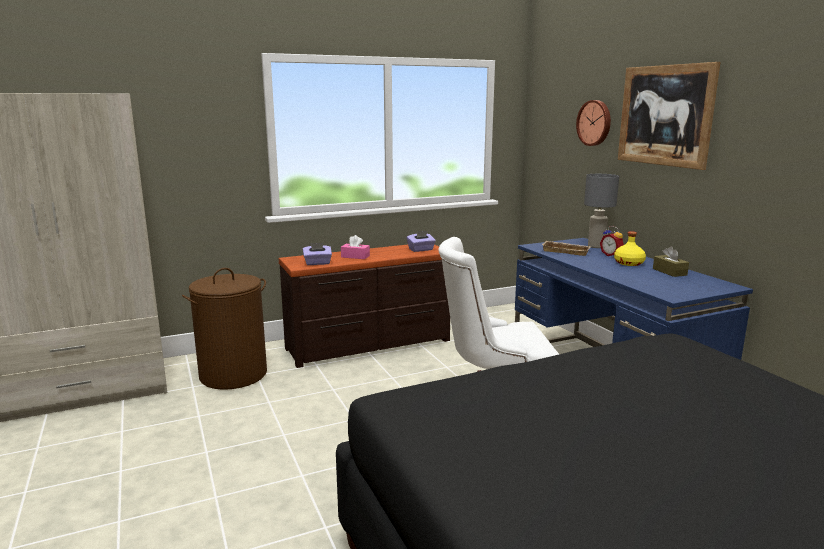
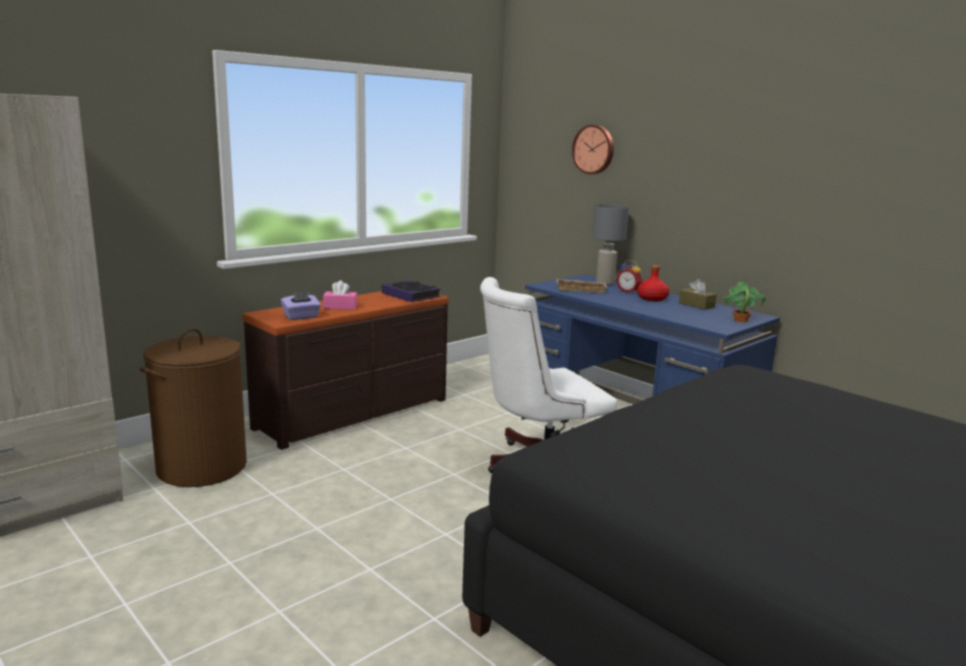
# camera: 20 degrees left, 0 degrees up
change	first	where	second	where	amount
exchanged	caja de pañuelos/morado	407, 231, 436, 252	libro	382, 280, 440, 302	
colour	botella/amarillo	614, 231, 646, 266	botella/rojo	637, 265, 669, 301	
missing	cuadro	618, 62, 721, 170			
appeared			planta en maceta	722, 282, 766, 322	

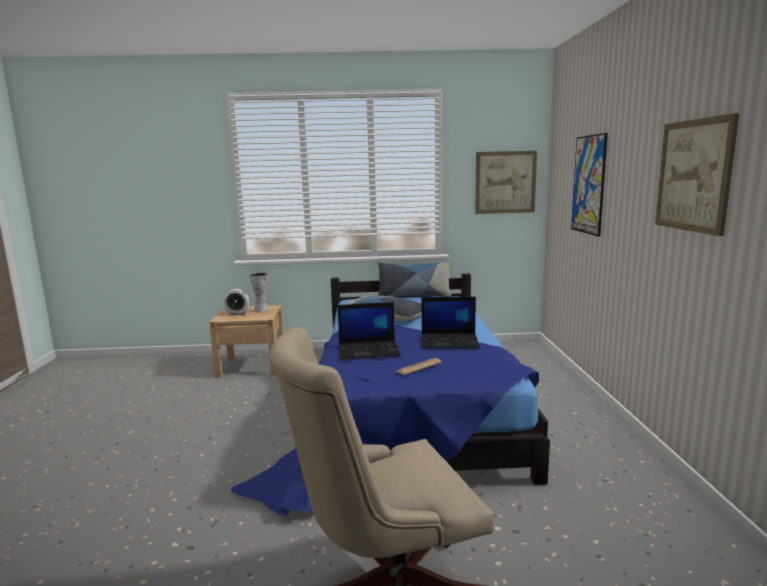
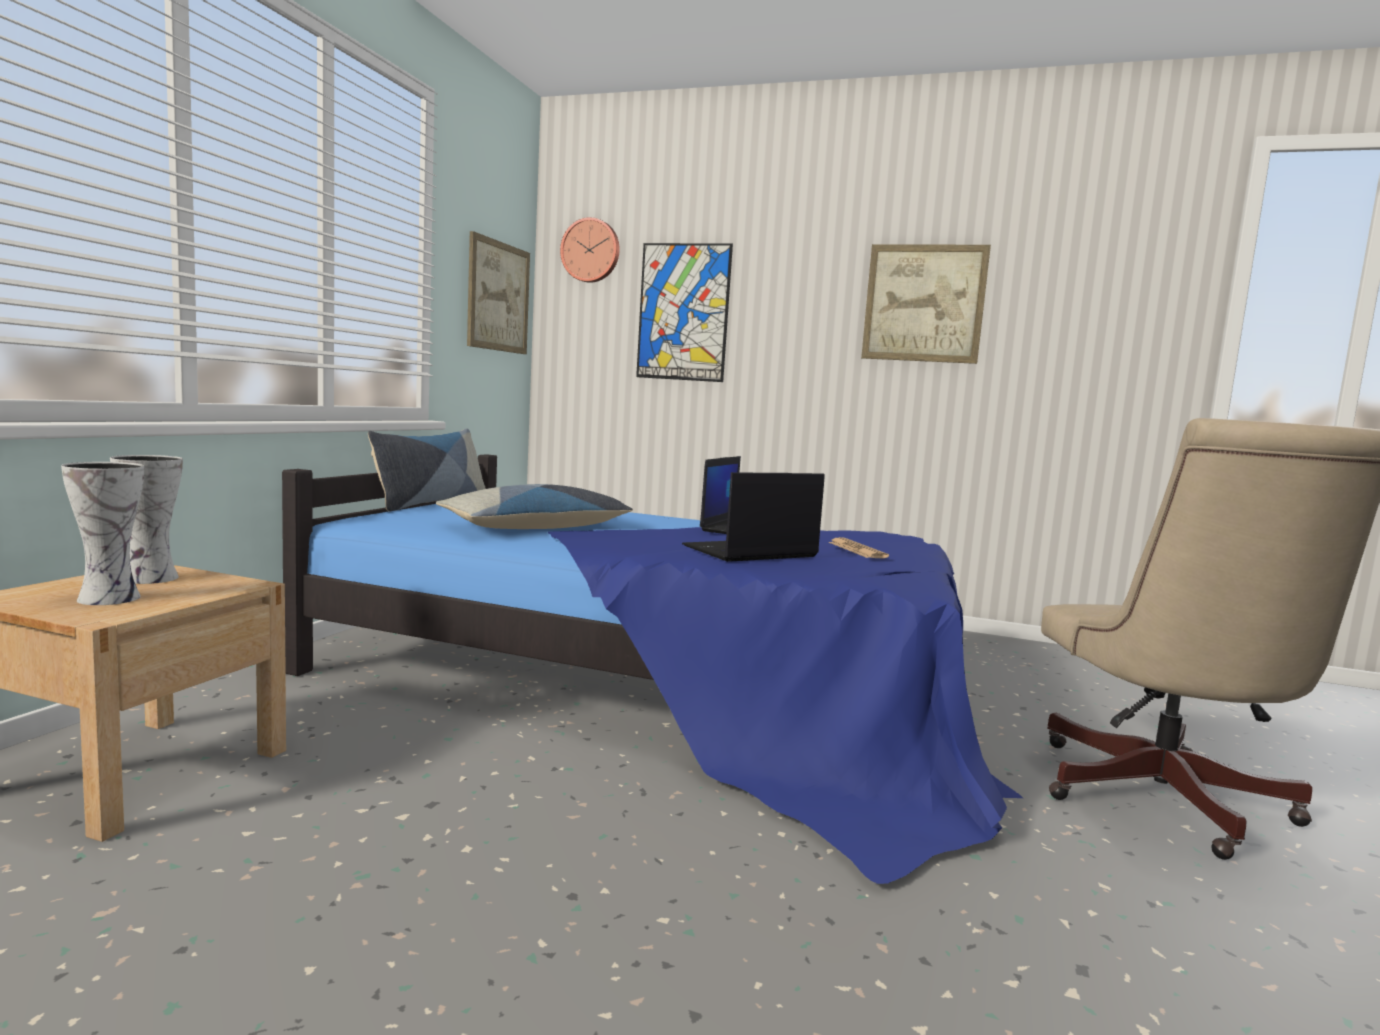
# camera: 70 degrees left, 5 degrees down
change	first	where	second	where	amount
exchanged	despertador	224, 289, 249, 315	florero	61, 462, 144, 605	
spun	portátil	338, 302, 401, 360		682, 472, 825, 562	135 degrees counterclockwise
appeared			reloj de pared	560, 217, 620, 283	

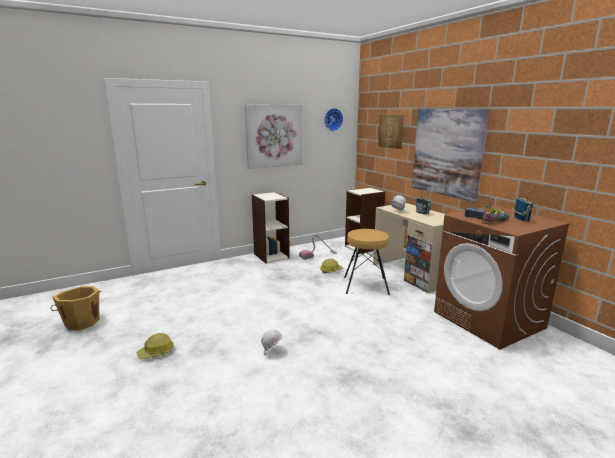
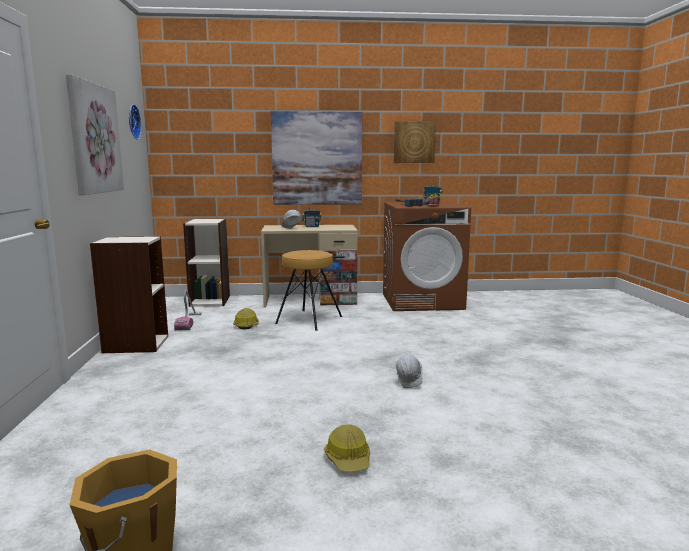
# camera: 65 degrees left, 5 degrees down
change	first	where	second	where	amount
relocated	cuadro	378, 114, 404, 149		394, 121, 436, 163	

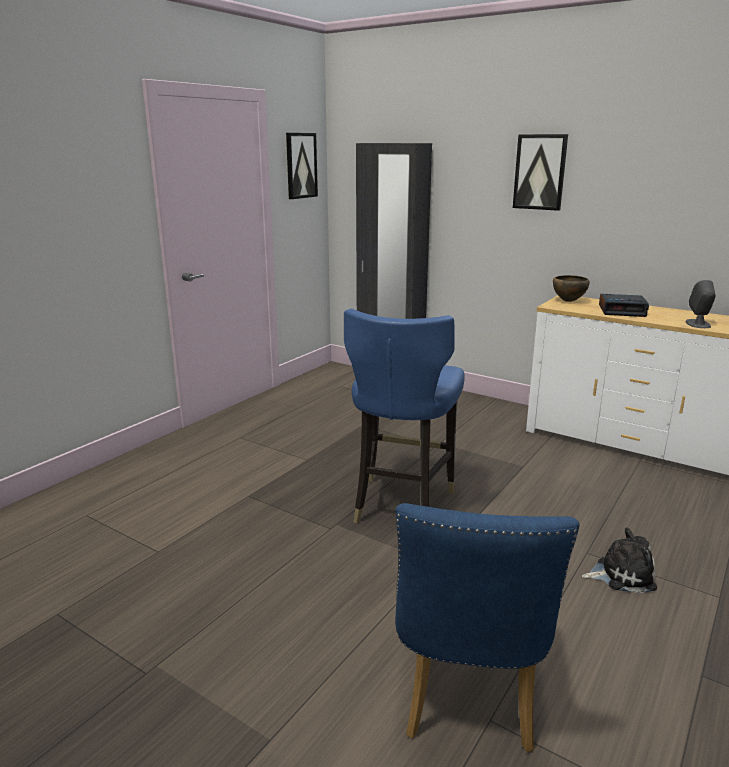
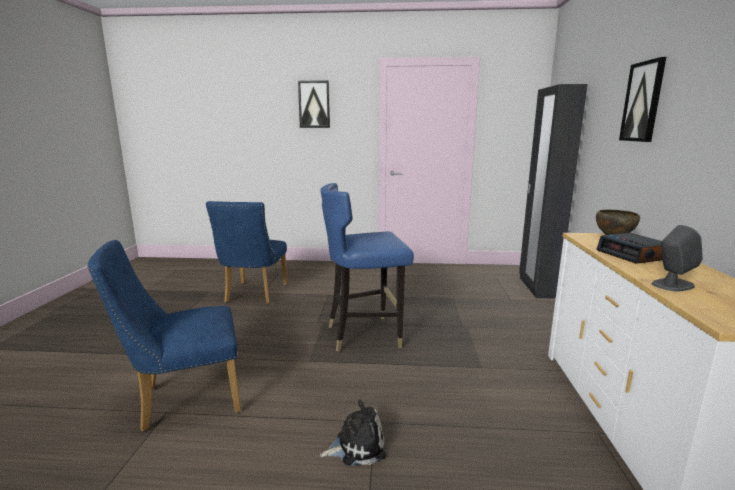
# camera: 60 degrees right, 5 degrees down
change	first	where	second	where	amount
relocated	cuadro	286, 133, 318, 199		298, 80, 330, 128	
spun	peluche	582, 527, 657, 593		320, 400, 386, 465	75 degrees counterclockwise
appeared			silla/azul	206, 201, 287, 304	

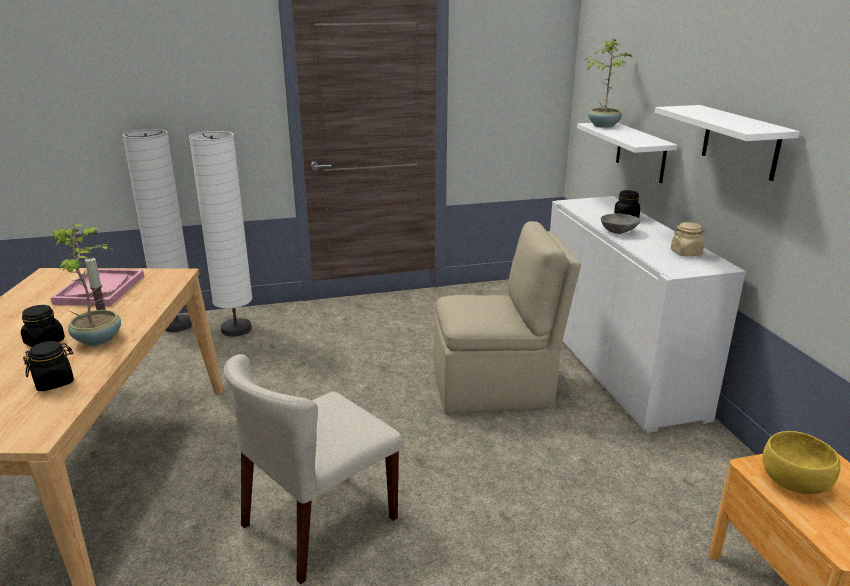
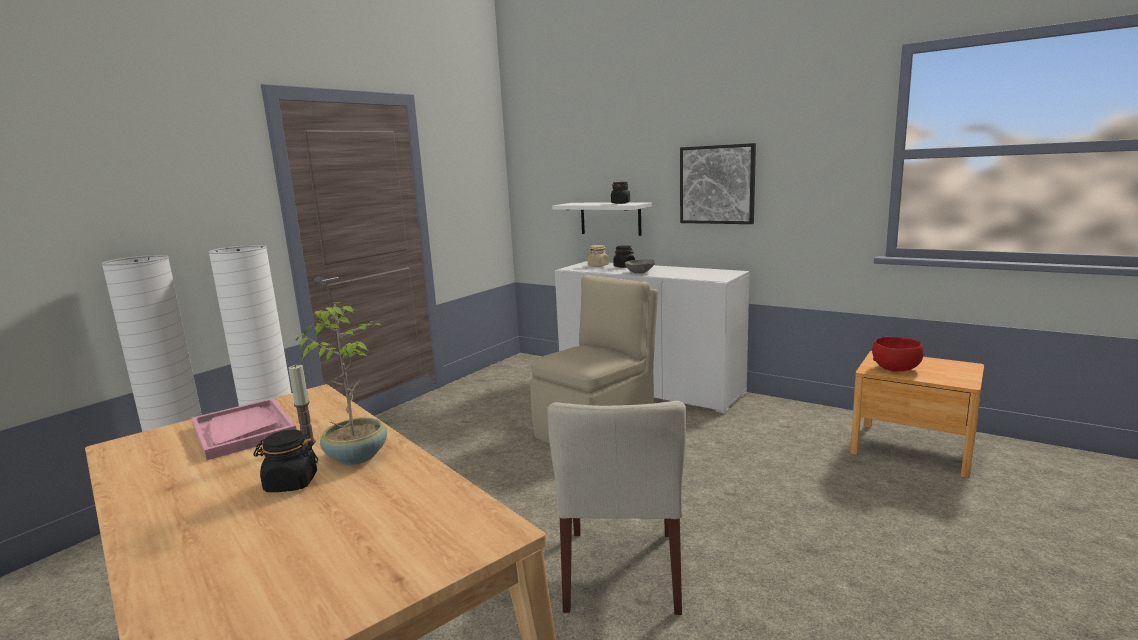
# camera: 40 degrees left, 10 degrees down
change	first	where	second	where	amount
relocated	tarro/negro	23, 341, 74, 391		611, 182, 630, 204	
missing	planta en maceta	586, 39, 632, 128			
exchanged	estante/blanco	655, 105, 800, 181	cuadro	680, 143, 756, 224	
relocated	tarro/beis	671, 222, 706, 256		588, 245, 609, 267	
colour	cuenco/amarillo	763, 431, 841, 494	cuenco/rojo	872, 337, 924, 371	

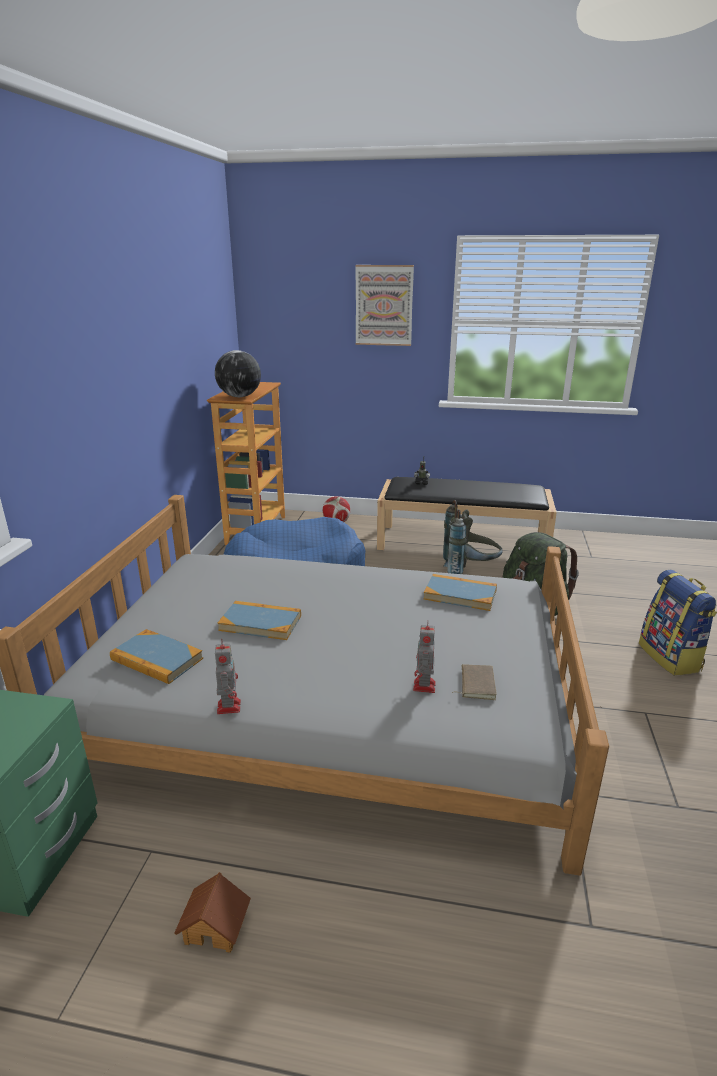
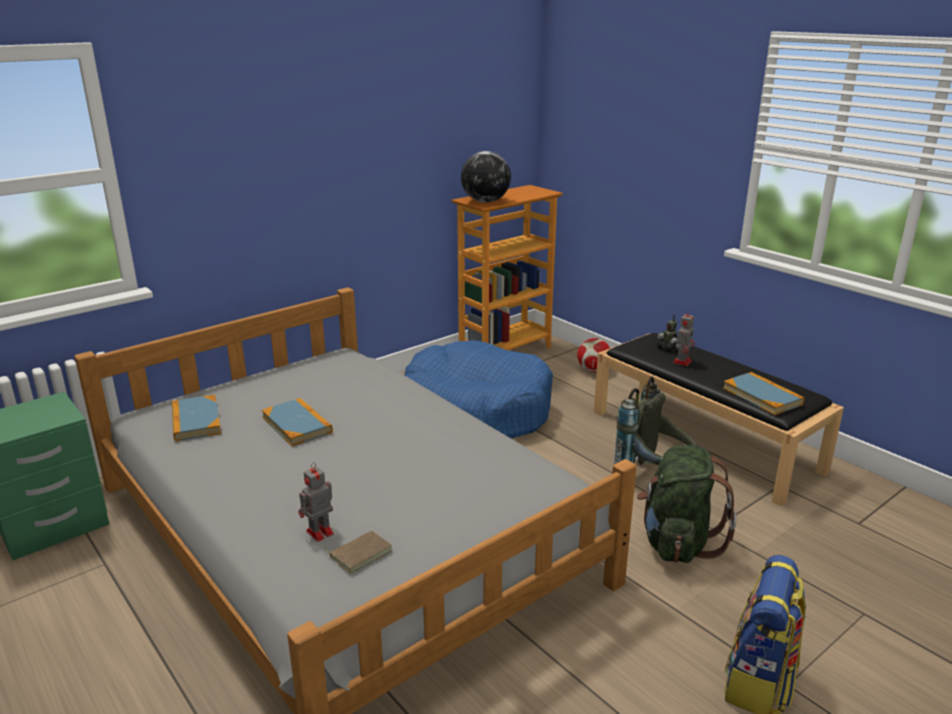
# camera: 40 degrees right, 0 degrees up
change	first	where	second	where	amount
missing	casita	174, 872, 251, 953			
relocated	robot de juguete	215, 639, 241, 714		673, 312, 695, 366	
missing	cuadro	355, 265, 414, 346			
relocated	libro	423, 574, 497, 611		723, 372, 804, 415	

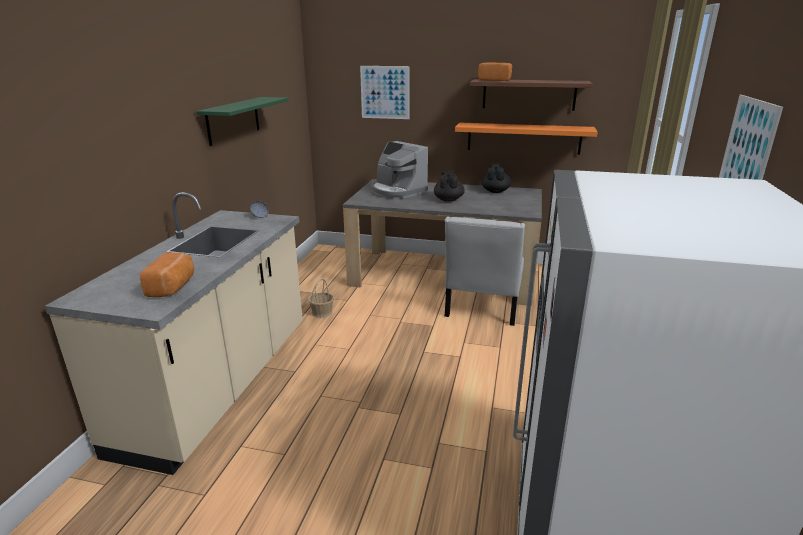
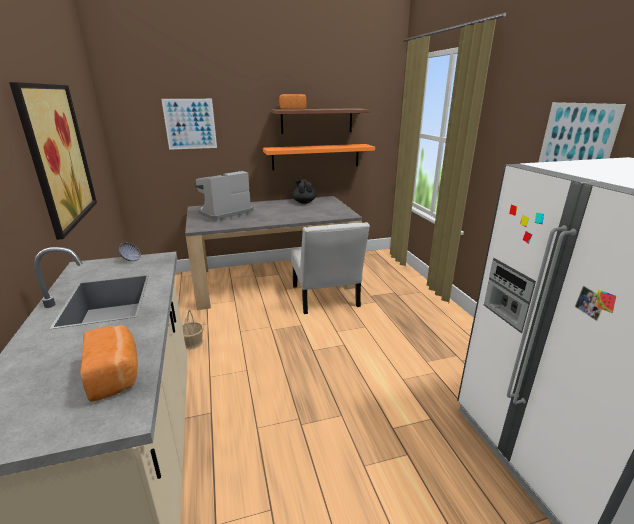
# camera: 30 degrees left, 0 degrees up
change	first	where	second	where	amount
exchanged	estante/verde	196, 97, 289, 146	cuadro	9, 82, 97, 240	
spun	cafetera	371, 141, 428, 199		195, 170, 254, 222	120 degrees clockwise
missing	tetera/negro	434, 170, 465, 202			

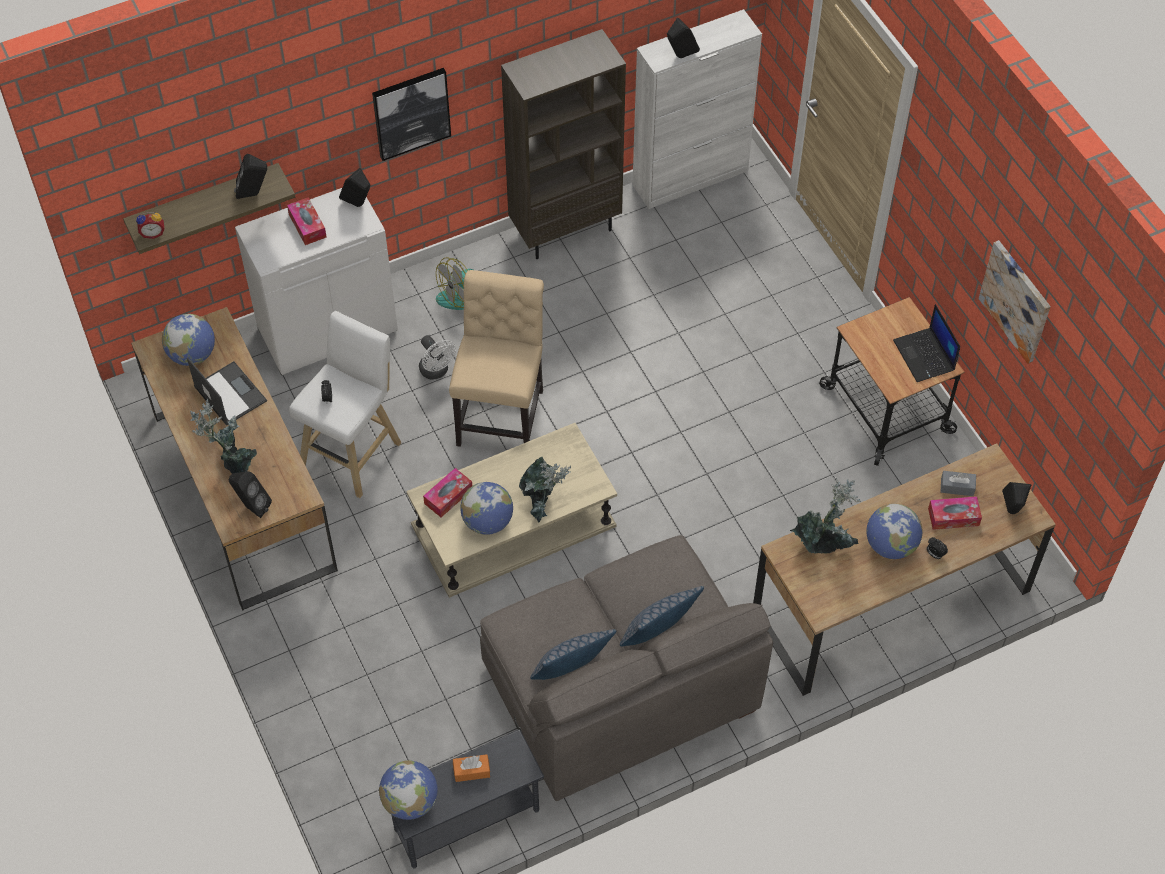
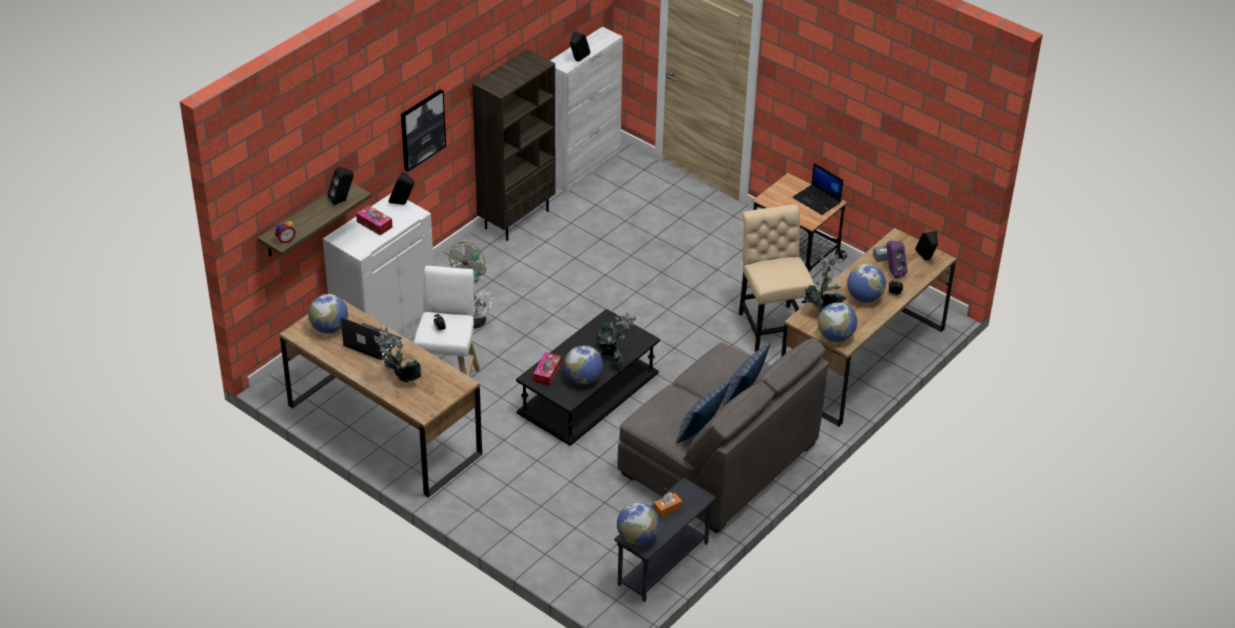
# camera: 25 degrees left, 15 degrees down
change	first	where	second	where	amount
missing	altavoz/negro	229, 471, 272, 518			
colour	mesa de centro/beis	407, 423, 617, 598	mesa de centro/negro	516, 309, 660, 446	
relocated	silla/beis	449, 270, 544, 447		739, 204, 816, 352	
exchanged	caja de pañuelos	928, 496, 982, 530	altavoz/morado	886, 241, 908, 279	
missing	cuadro	979, 240, 1050, 364			
appeared			globo terráqueo	818, 303, 857, 342	

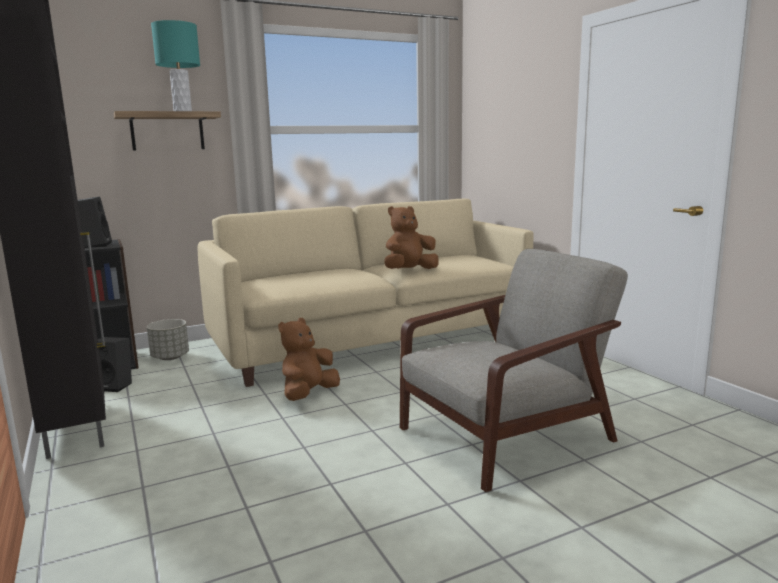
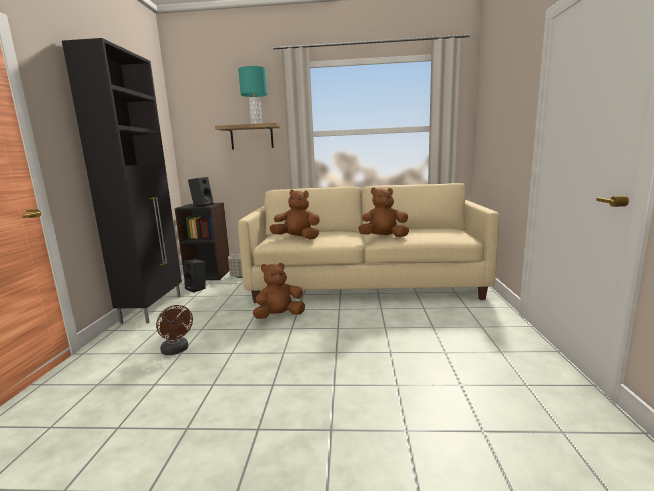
# camera: 30 degrees right, 0 degrees up
change	first	where	second	where	amount
missing	sillón/gris	400, 249, 628, 492			
appeared			ventilador/marrón	156, 305, 193, 355	
appeared			peluche/marrón	270, 190, 320, 240	

